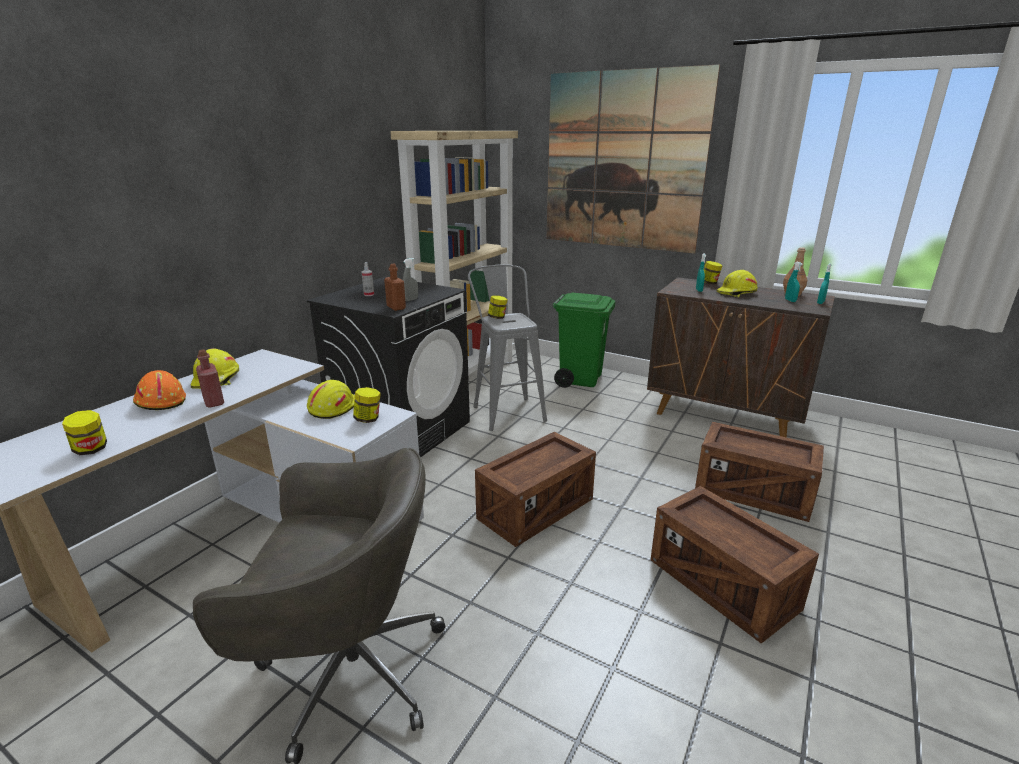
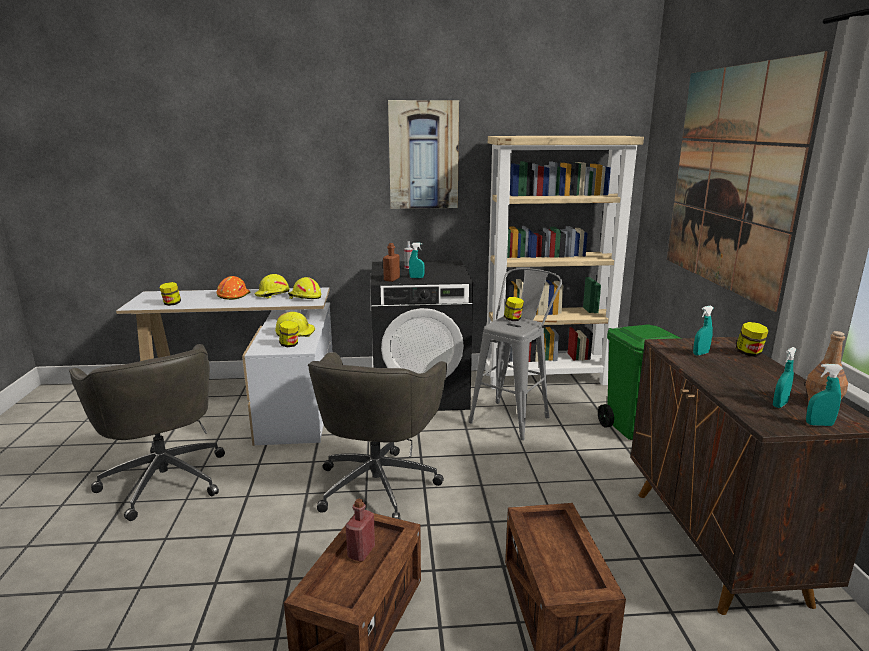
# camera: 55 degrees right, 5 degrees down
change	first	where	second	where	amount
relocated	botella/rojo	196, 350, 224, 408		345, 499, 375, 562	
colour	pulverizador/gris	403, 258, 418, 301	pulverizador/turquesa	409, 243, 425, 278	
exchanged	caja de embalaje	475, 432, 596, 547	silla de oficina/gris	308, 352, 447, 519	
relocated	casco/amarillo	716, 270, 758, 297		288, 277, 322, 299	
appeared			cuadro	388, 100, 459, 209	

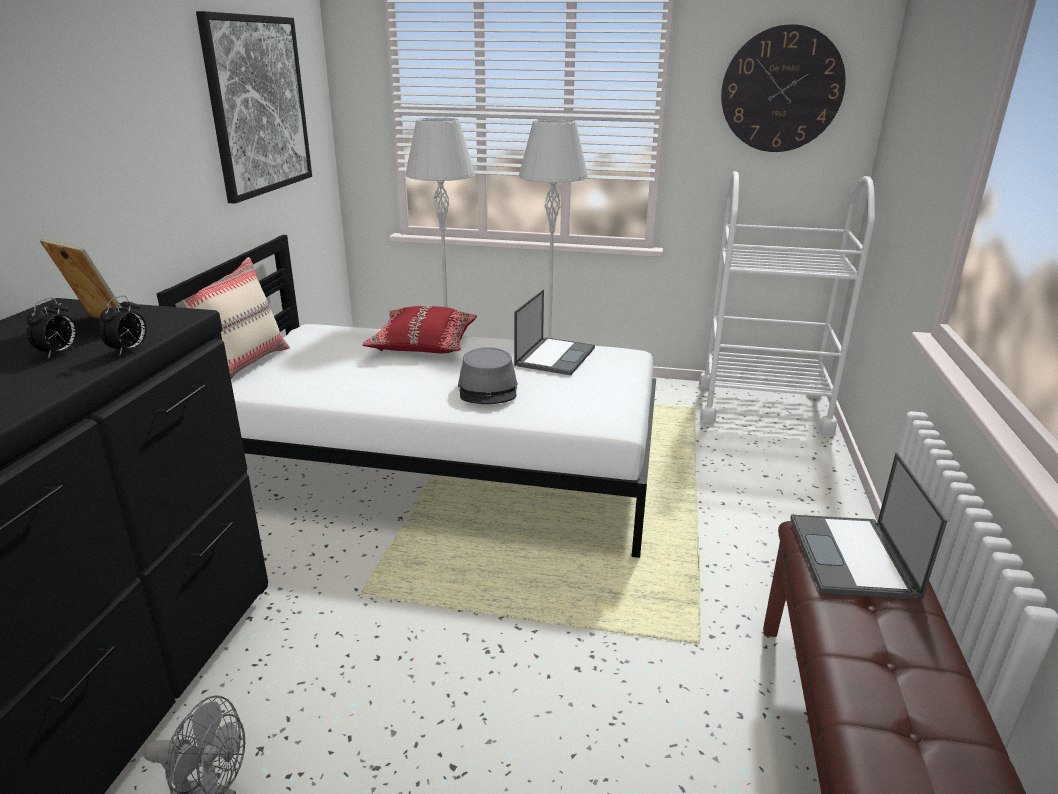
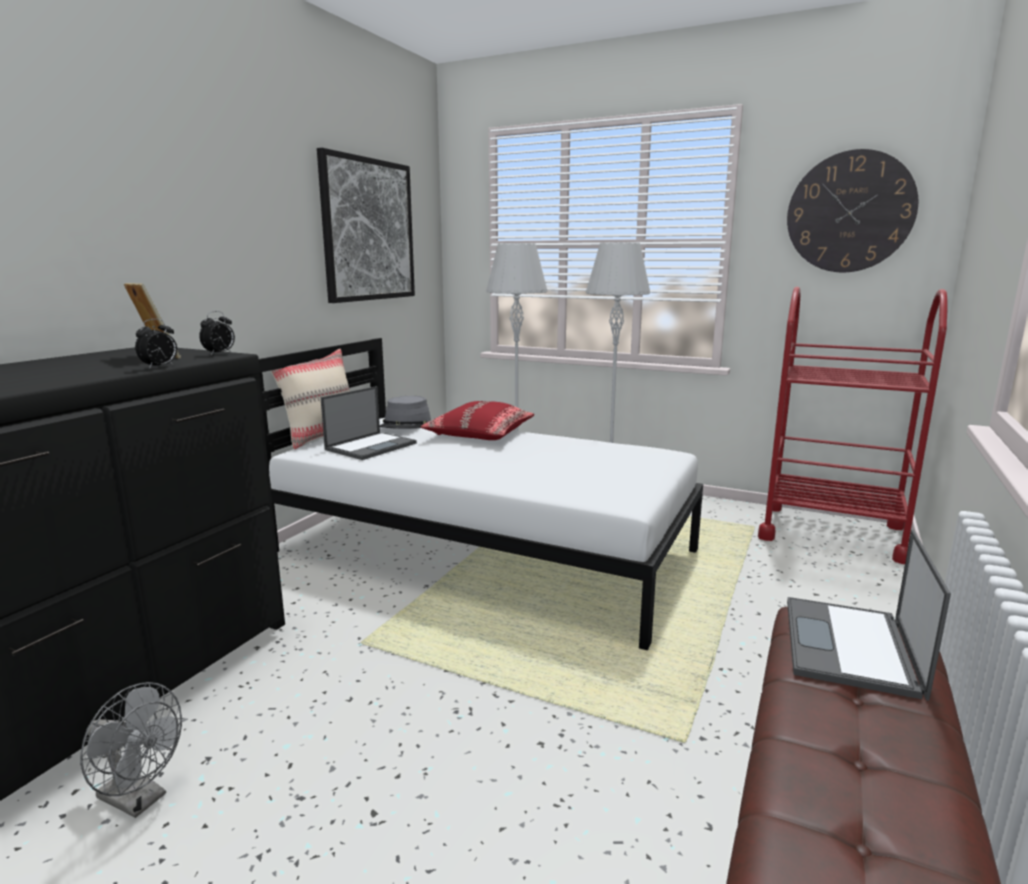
# camera: 15 degrees right, 10 degrees down
change	first	where	second	where	amount
relocated	despertador	26, 298, 77, 358		199, 311, 235, 355	
relocated	sombrero/gris	458, 347, 518, 404		380, 396, 431, 429	
relocated	portátil	514, 290, 595, 375		320, 386, 417, 460	
colour	carrito/blanco	699, 171, 875, 434	carrito/rojo	758, 287, 948, 564	

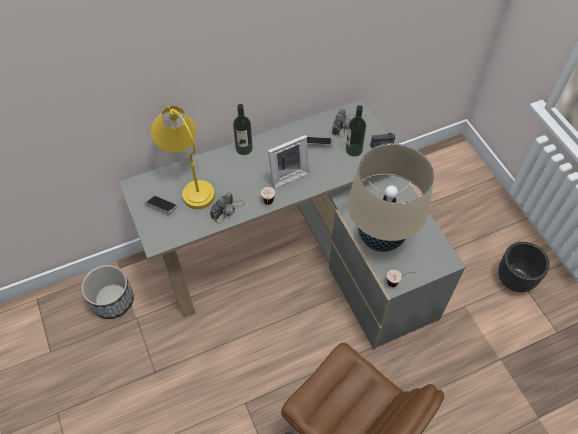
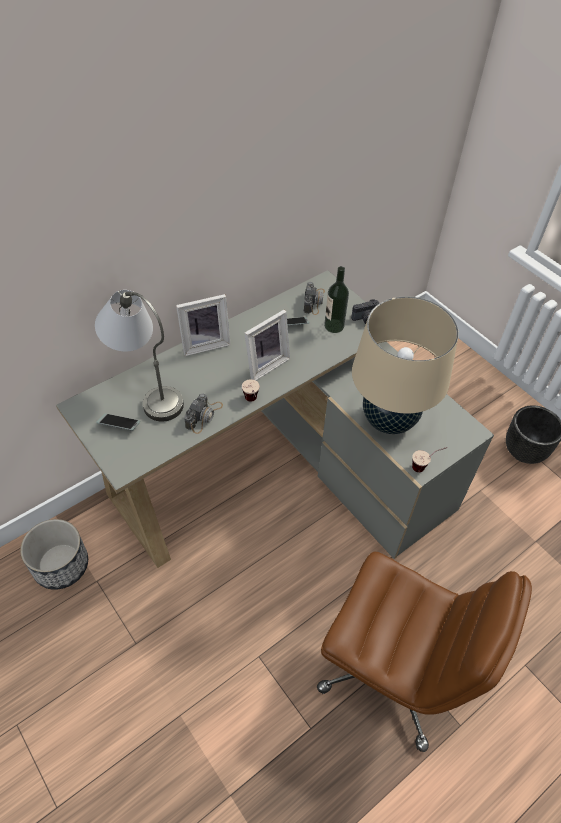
# camera: 15 degrees left, 5 degrees down
change	first	where	second	where	amount
colour	lámpara de mesa/amarillo	151, 106, 215, 209	lámpara de mesa/gris	95, 290, 184, 422	
exchanged	botella	233, 104, 253, 155	portarretratos	176, 294, 231, 356	

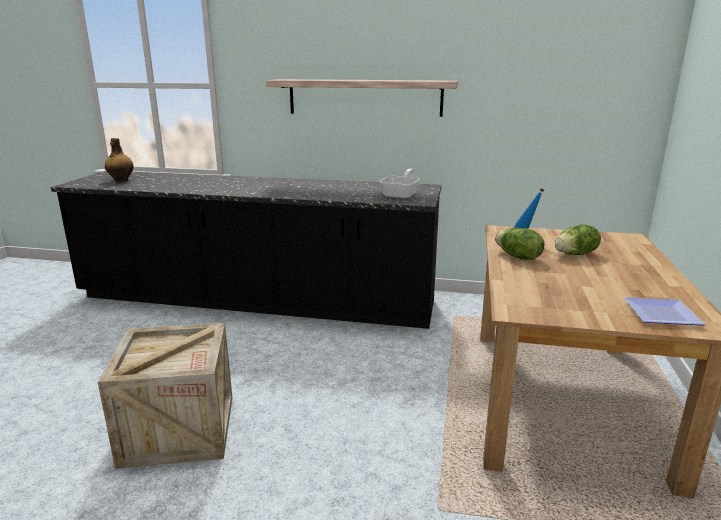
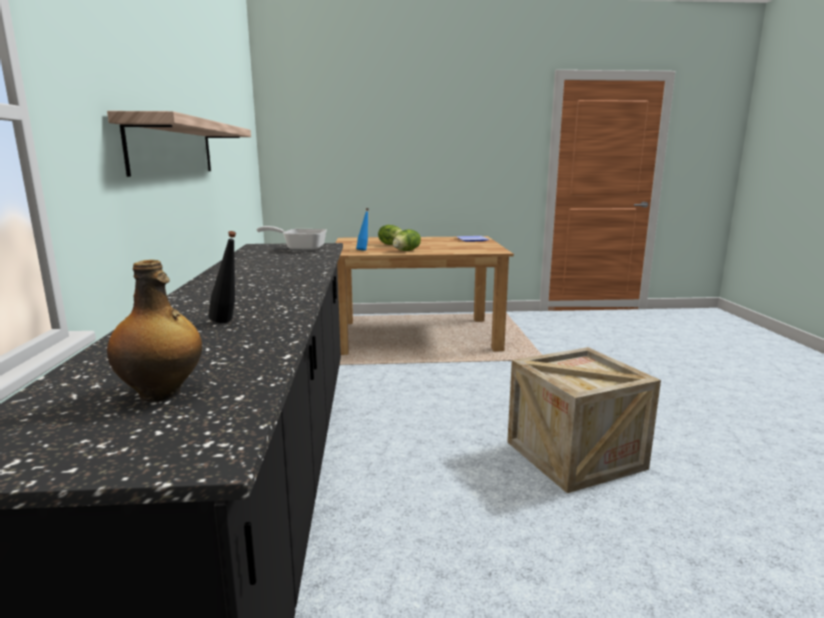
# camera: 105 degrees left, 5 degrees down
change	first	where	second	where	amount
appeared			botella/negro	209, 231, 236, 323	

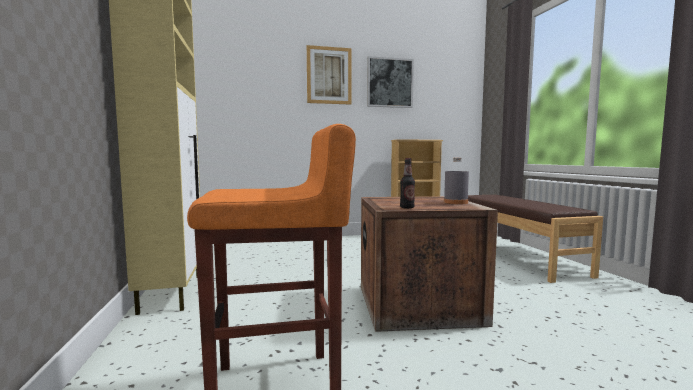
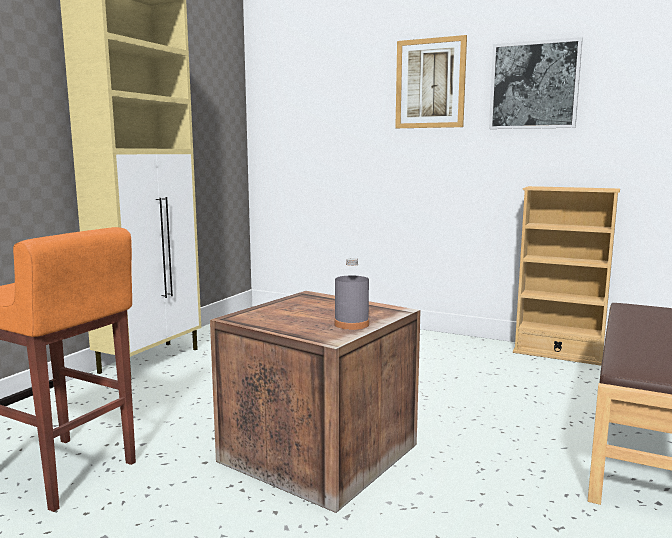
# camera: 40 degrees right, 5 degrees up
change	first	where	second	where	amount
missing	botella	400, 158, 415, 209			

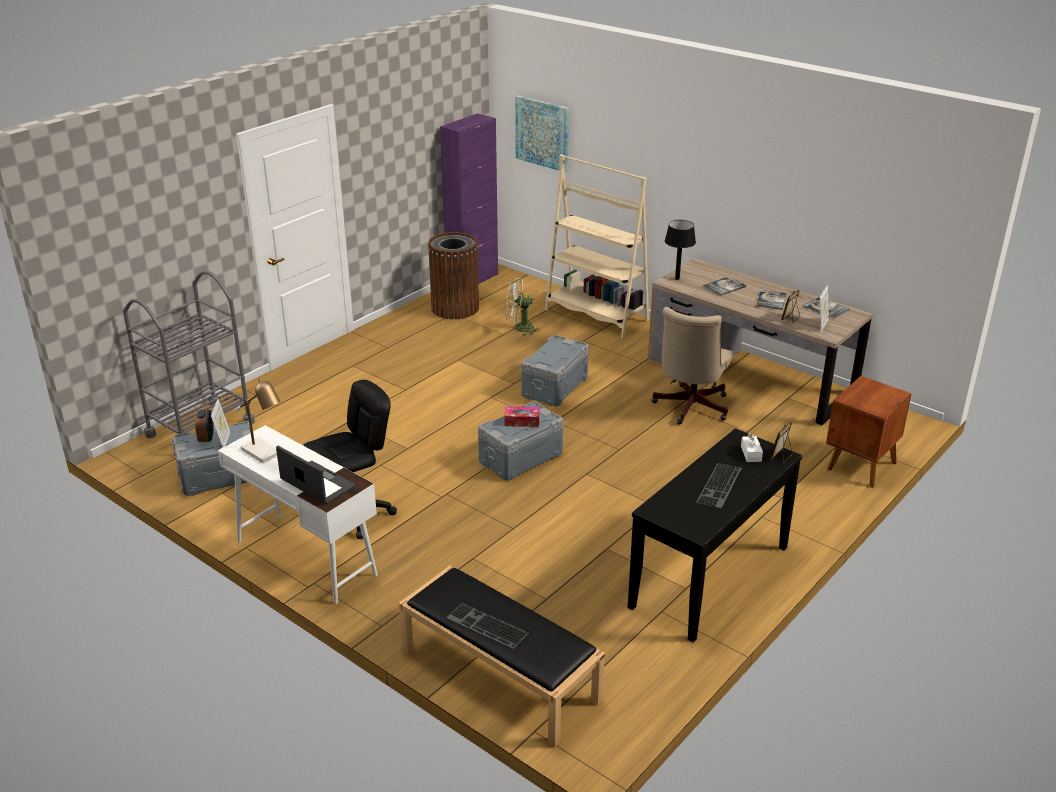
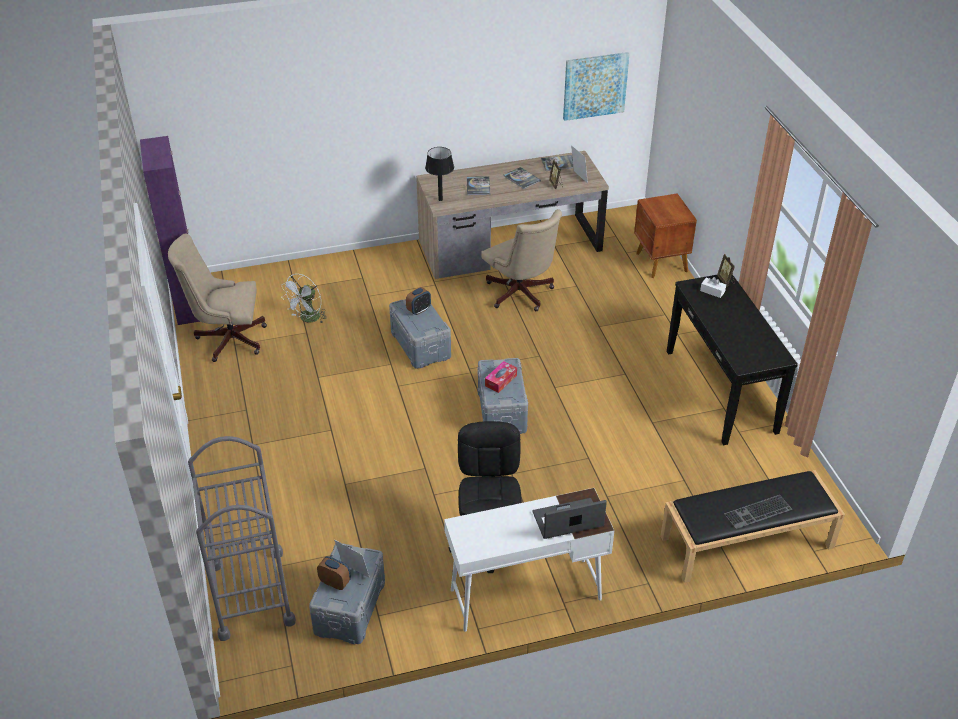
# camera: 55 degrees left, 10 degrees up
change	first	where	second	where	amount
missing	lámpara de mesa	235, 378, 281, 463			
exchanged	papelera/marrón	428, 232, 479, 319	silla de oficina/beis	168, 234, 267, 362	
relocated	cuadro	515, 95, 569, 172		563, 52, 630, 121	
missing	estantería/beis	545, 154, 649, 339			
missing	teclado	696, 463, 742, 509			
appeared			despertador	406, 287, 431, 315	

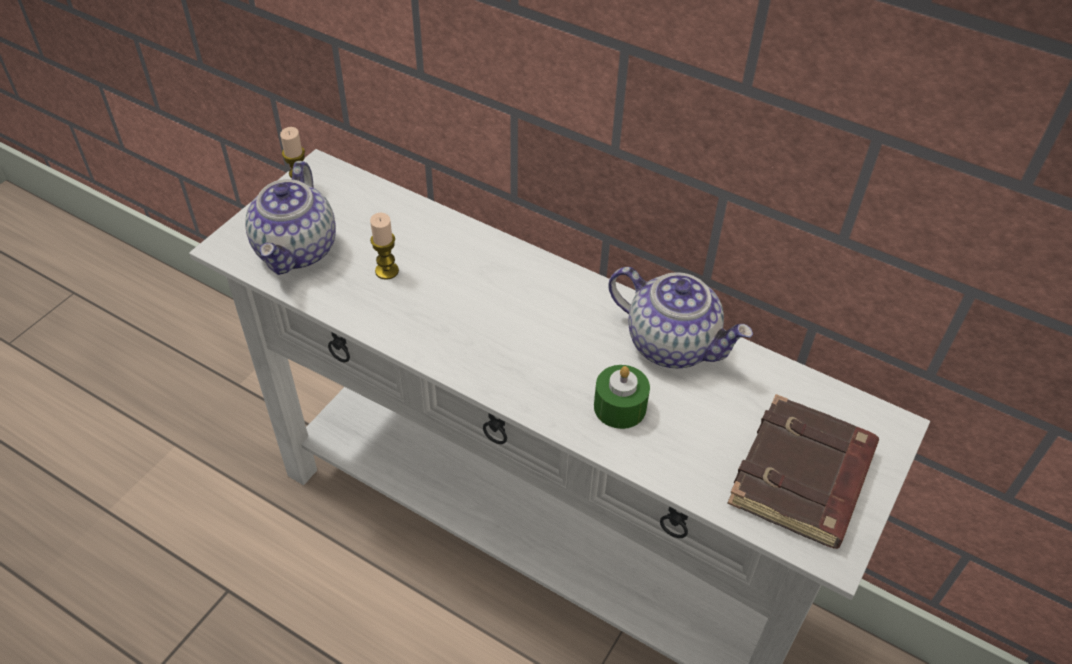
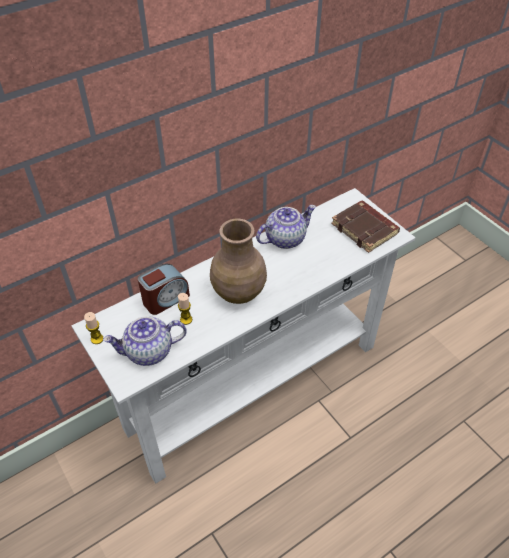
# camera: 65 degrees left, 0 degrees up
change	first	where	second	where	amount
spun	tetera	245, 161, 336, 275		103, 316, 187, 366	135 degrees clockwise
missing	vela/verde	594, 365, 650, 429			
appeared			despertador	138, 264, 190, 315	
appeared			florero/marrón	210, 218, 267, 304	

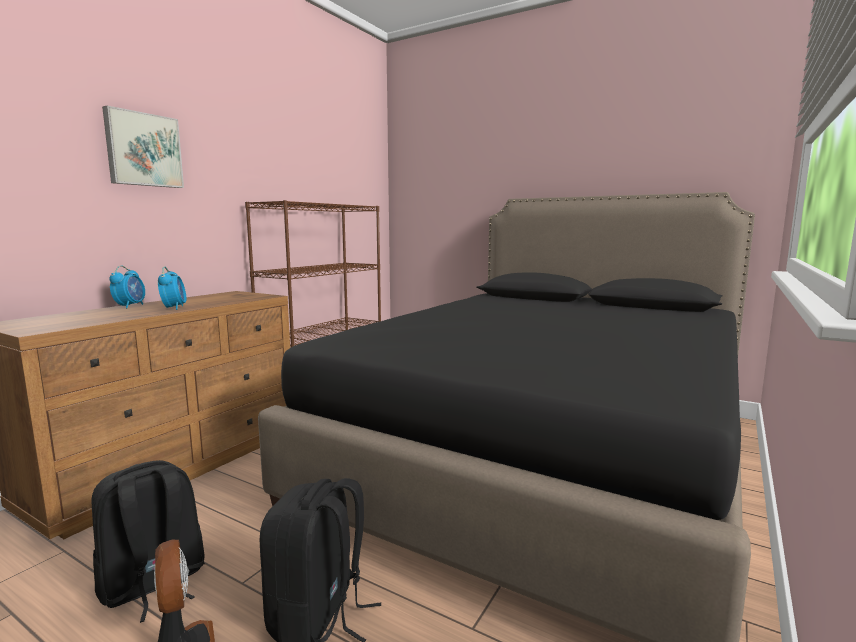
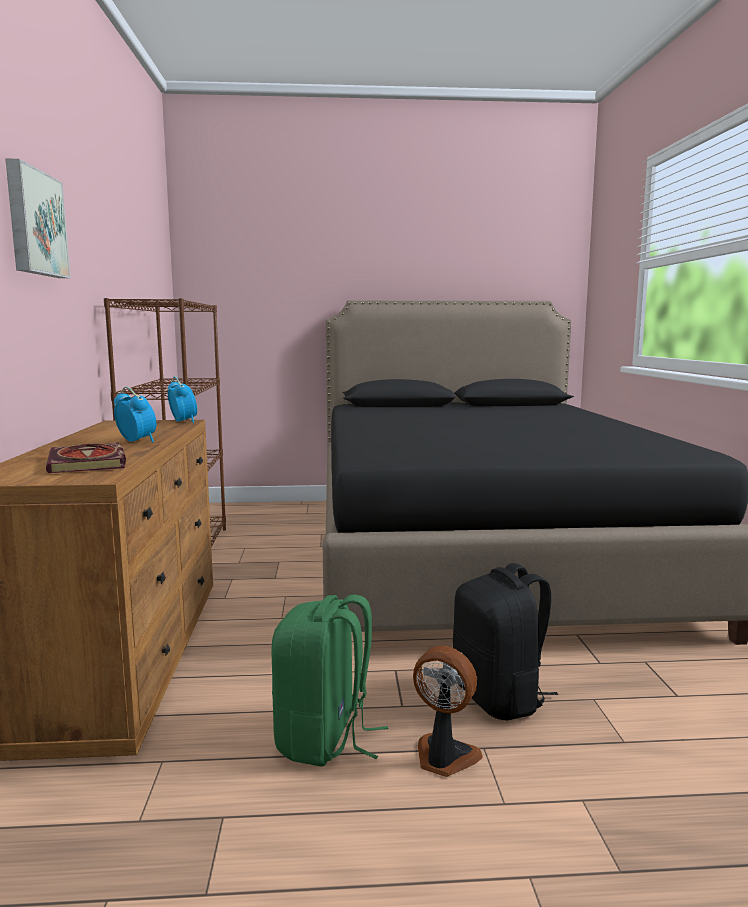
# camera: 35 degrees left, 0 degrees up
change	first	where	second	where	amount
colour	mochila/negro	92, 460, 205, 623	mochila/verde	271, 595, 388, 767	
relocated	despertador	109, 265, 145, 308		168, 376, 197, 423	
appeared			libro	46, 443, 126, 473	

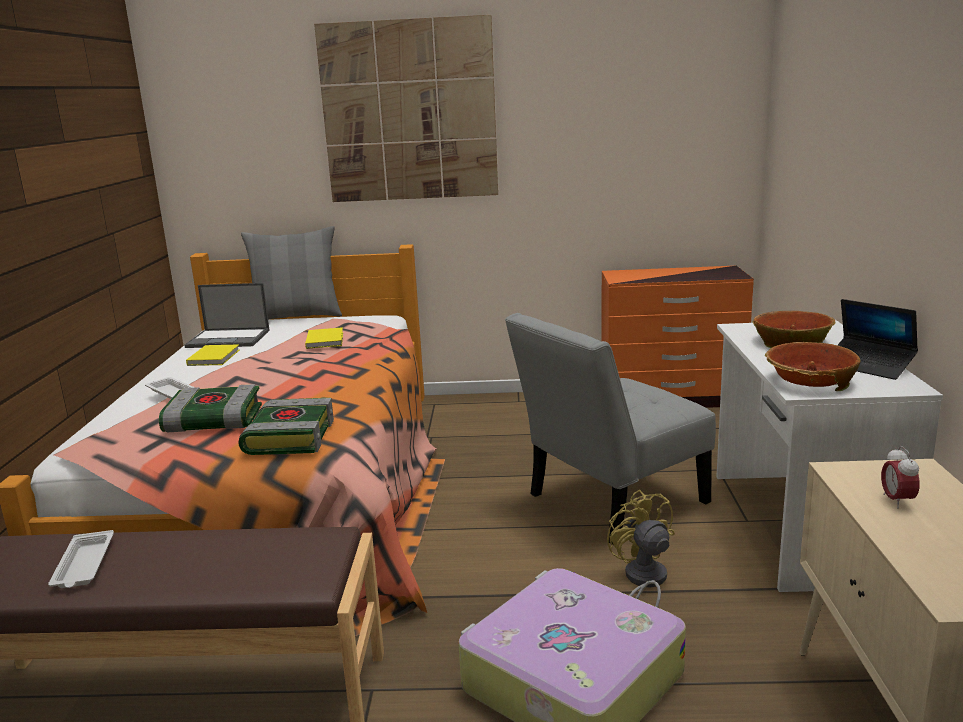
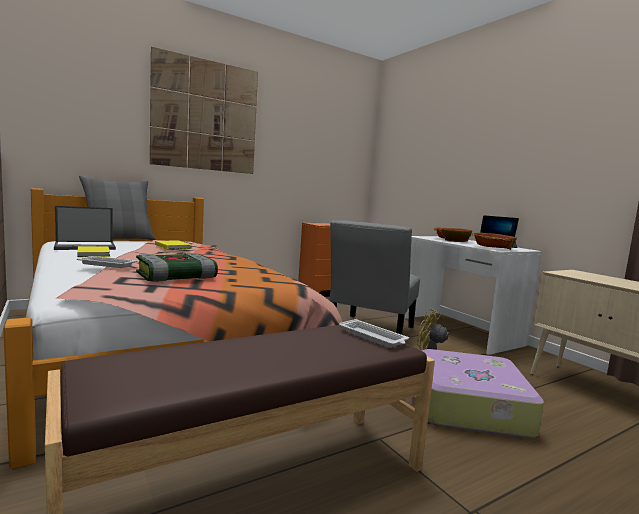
# camera: 35 degrees left, 10 degrees down
change	first	where	second	where	amount
relocated	bandeja/blanco	48, 530, 114, 588		339, 319, 409, 348	
missing	libro	239, 398, 334, 455			
missing	despertador	881, 446, 920, 508			

